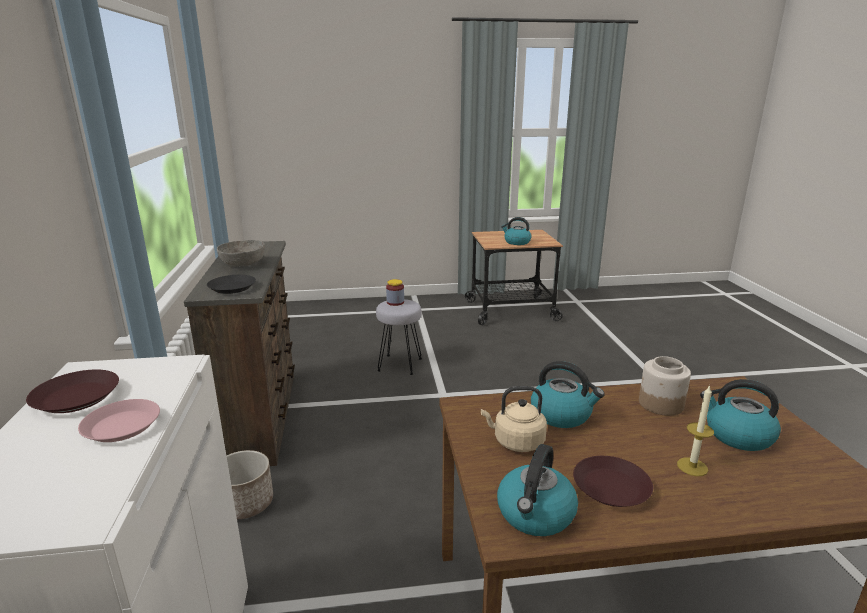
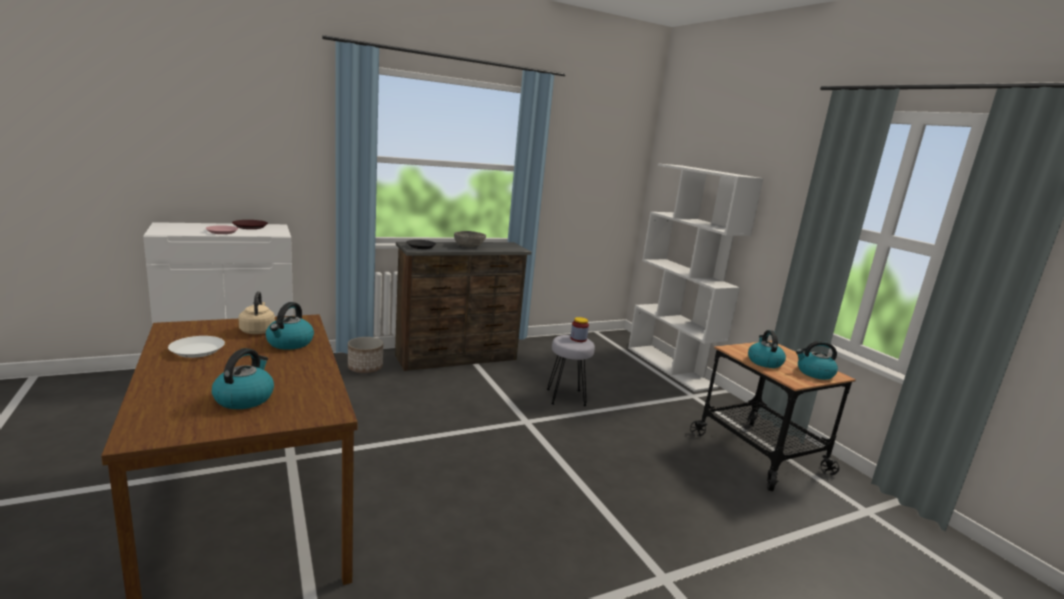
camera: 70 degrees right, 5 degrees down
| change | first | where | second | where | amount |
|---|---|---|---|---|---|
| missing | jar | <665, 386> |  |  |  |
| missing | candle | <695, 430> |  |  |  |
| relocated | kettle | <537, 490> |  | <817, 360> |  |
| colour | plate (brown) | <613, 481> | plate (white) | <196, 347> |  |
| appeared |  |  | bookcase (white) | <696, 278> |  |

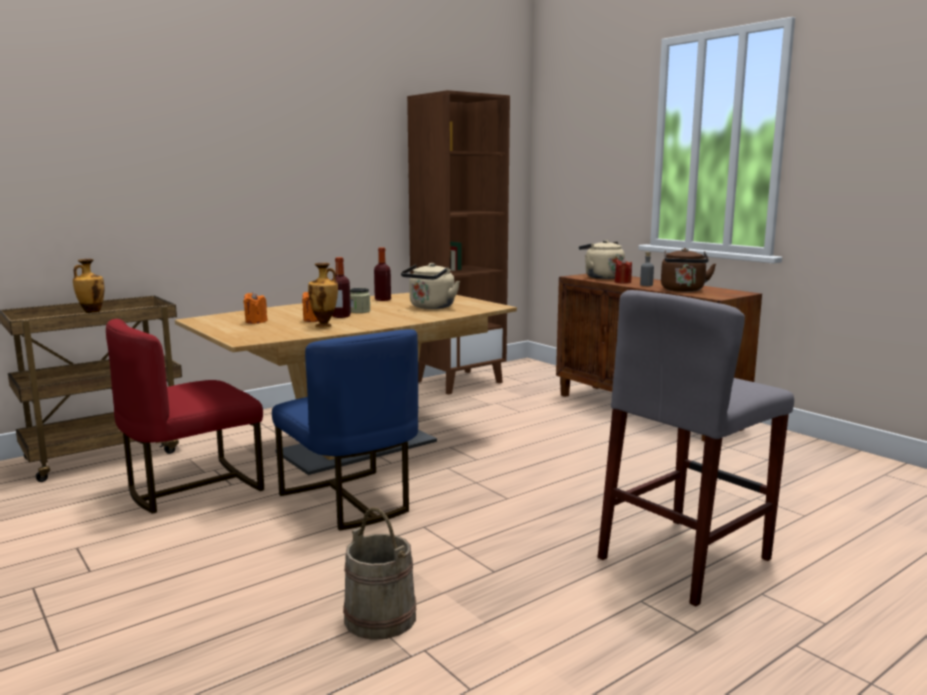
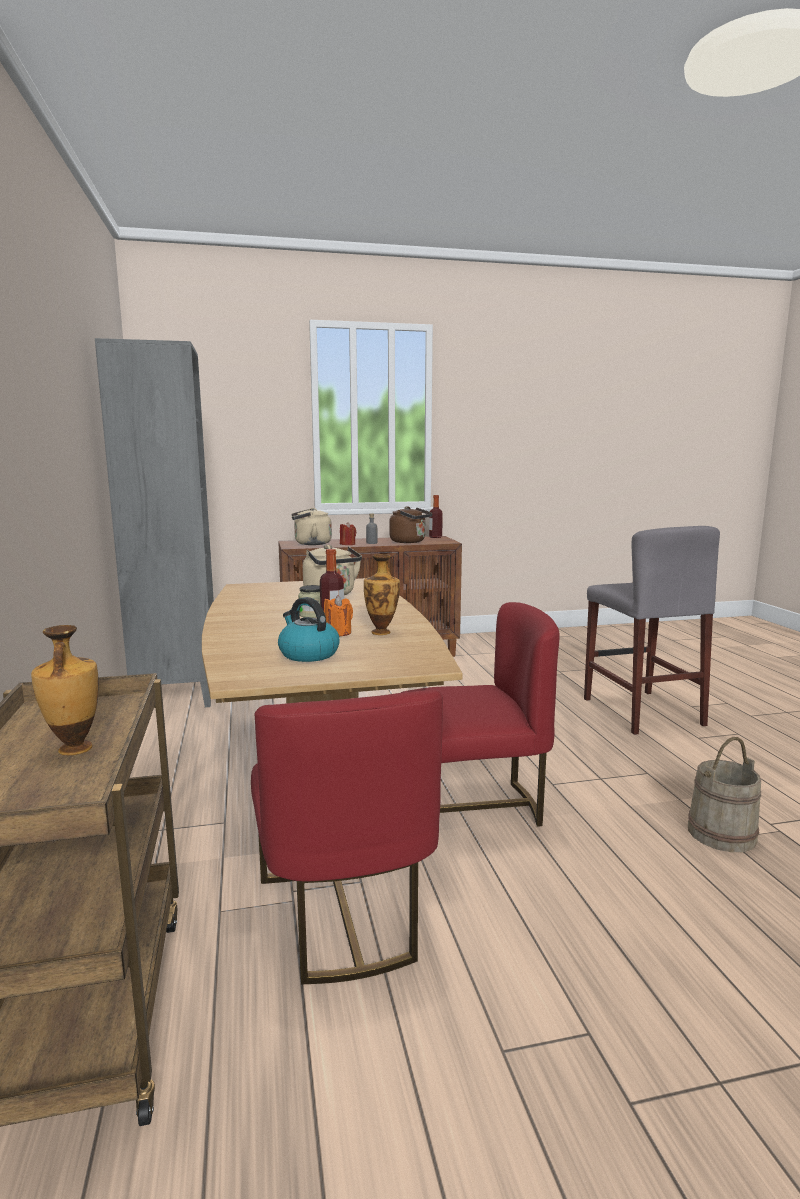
camera: 65 degrees left, 0 degrees up
| change | first | where | second | where | amount |
|---|---|---|---|---|---|
| colour | bookcase (brown) | <458, 242> | bookcase (grey) | <154, 522> |  |
| relocated | bottle | <382, 274> |  | <436, 516> |  |
| exchanged | candle (orange) | <255, 308> | kettle | <309, 629> |  |
| colour | chair (blue) | <345, 430> | chair (red) | <480, 714> |  |

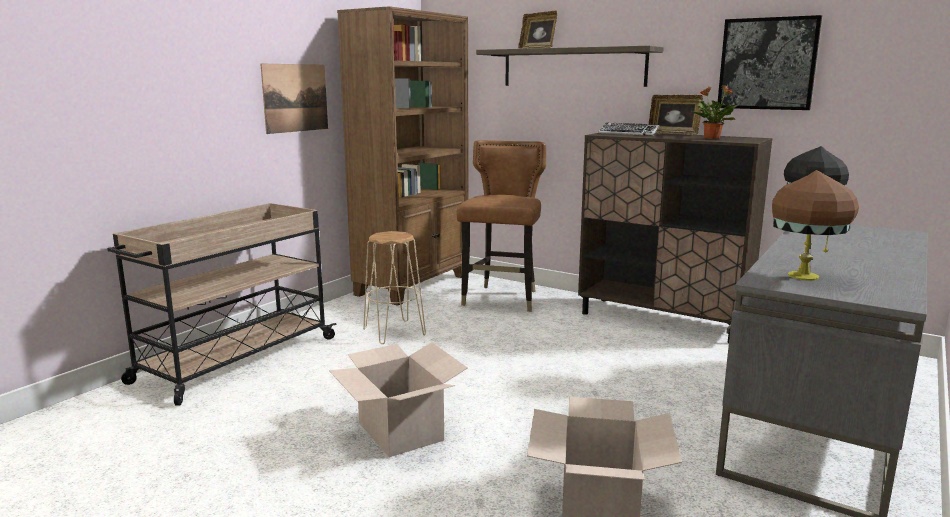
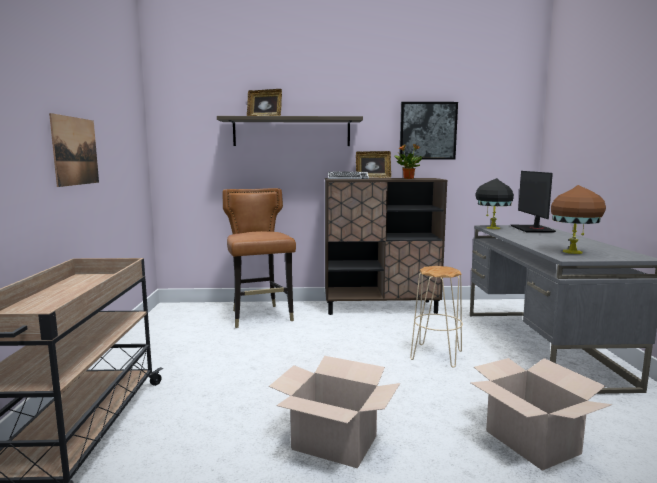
camera: 35 degrees left, 5 degrees down
| change | first | where | second | where | amount |
|---|---|---|---|---|---|
| missing | bookcase (brown) | <403, 156> |  |  |  |
| relocated | stool (beige) | <394, 287> |  | <436, 317> |  |
| appeared |  |  | monitor | <533, 202> |  |

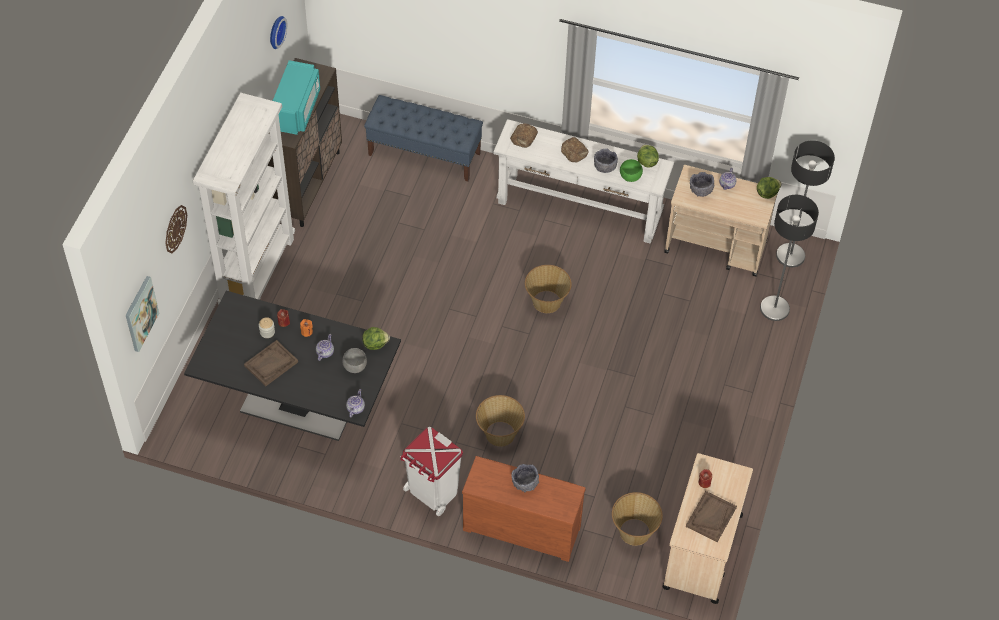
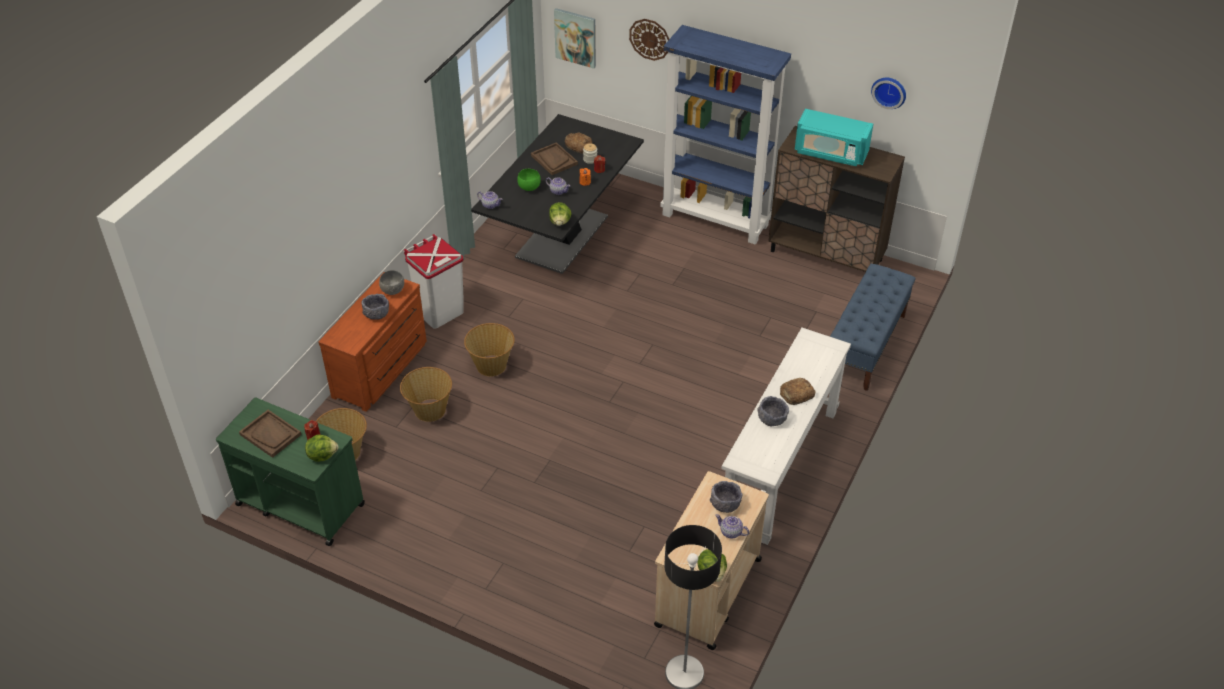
camera: 100 degrees right, 10 degrees down
| change | first | where | second | where | amount |
|---|---|---|---|---|---|
| colour | bookcase (white) | <244, 199> | bookcase (blue) | <725, 135> |  |
| relocated | bread | <524, 135> |  | <578, 143> |  |
| relocated | lettuce | <648, 156> |  | <322, 448> |  |
| relocated | bowl (green) | <631, 170> |  | <529, 180> |  |
| missing | floor lamp | <789, 258> |  |  |  |
| relocated | basket | <548, 289> |  | <426, 394> |  |
| relocated | bowl (grey) | <354, 360> |  | <391, 282> |  |
| colour | cart (beige) | <707, 528> | cart (green) | <290, 471> |  |

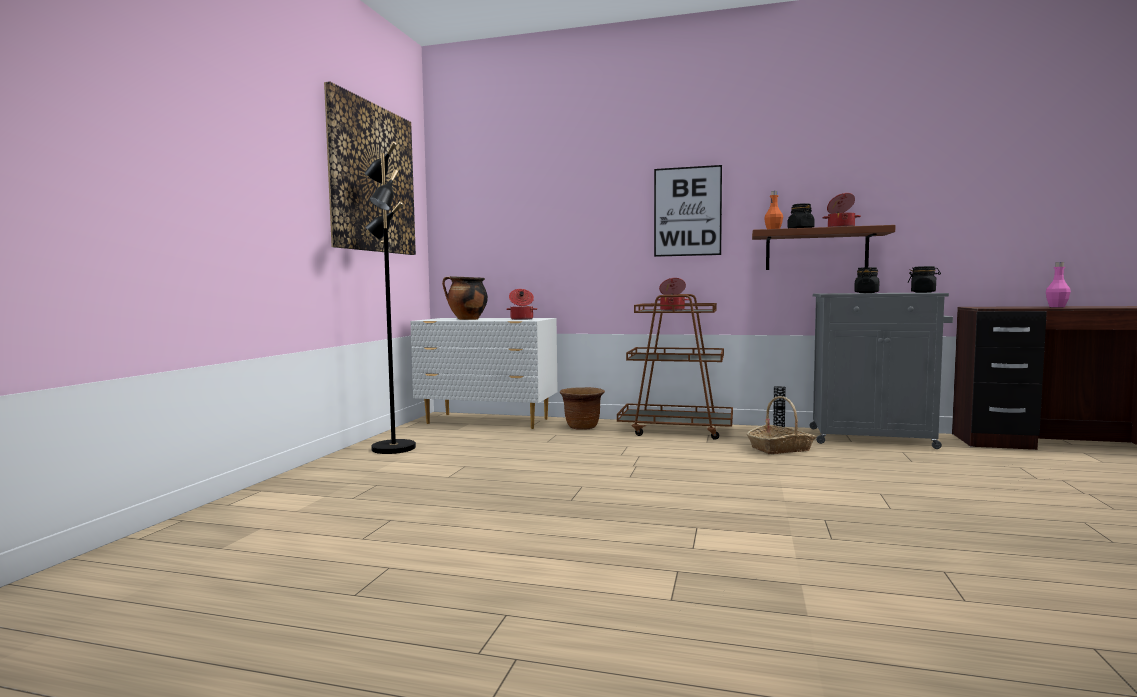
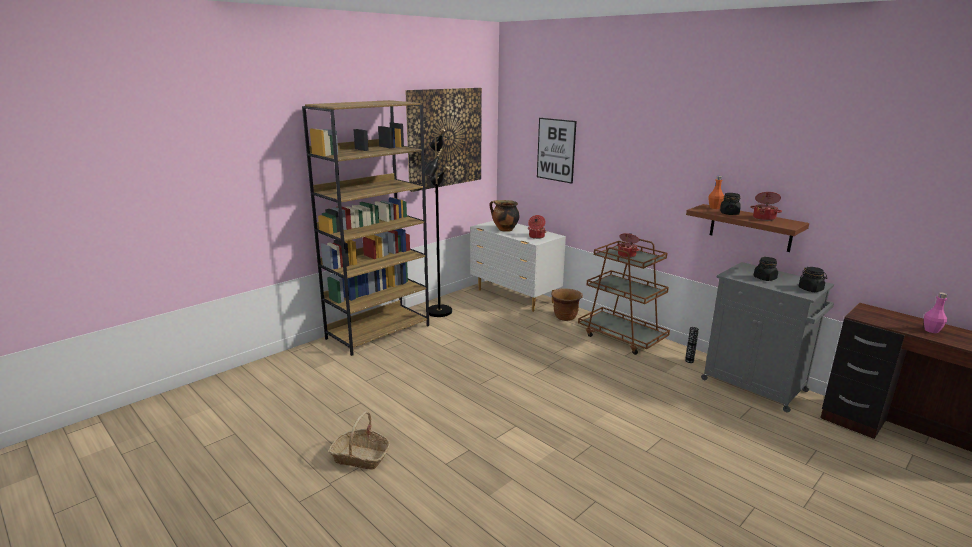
camera: 30 degrees right, 15 degrees up
| change | first | where | second | where | amount |
|---|---|---|---|---|---|
| relocated | picture | <688, 211> |  | <556, 151> |  |
| relocated | basket | <781, 425> |  | <359, 440> |  |
| appeared |  |  | bookcase (brown) | <365, 228> |  |

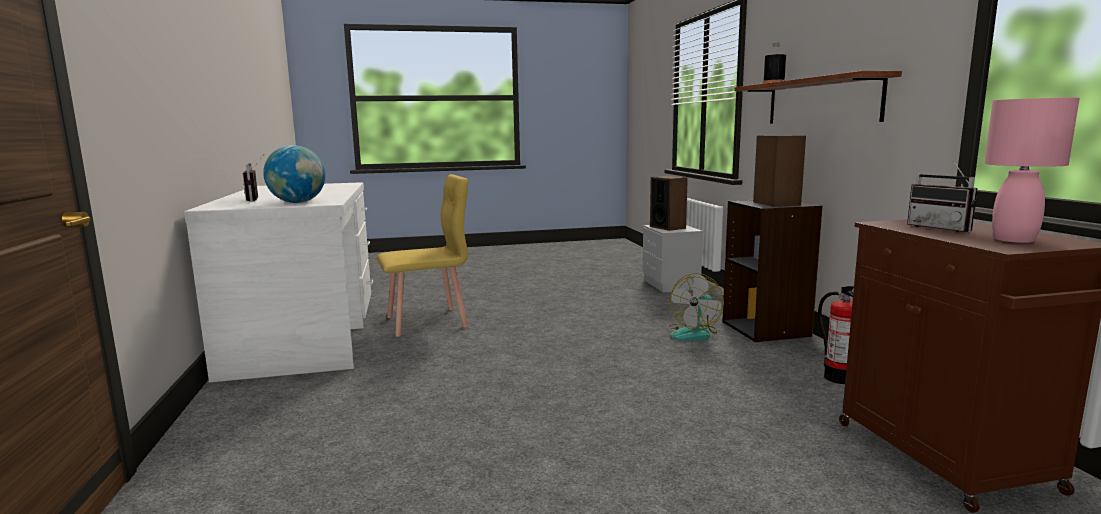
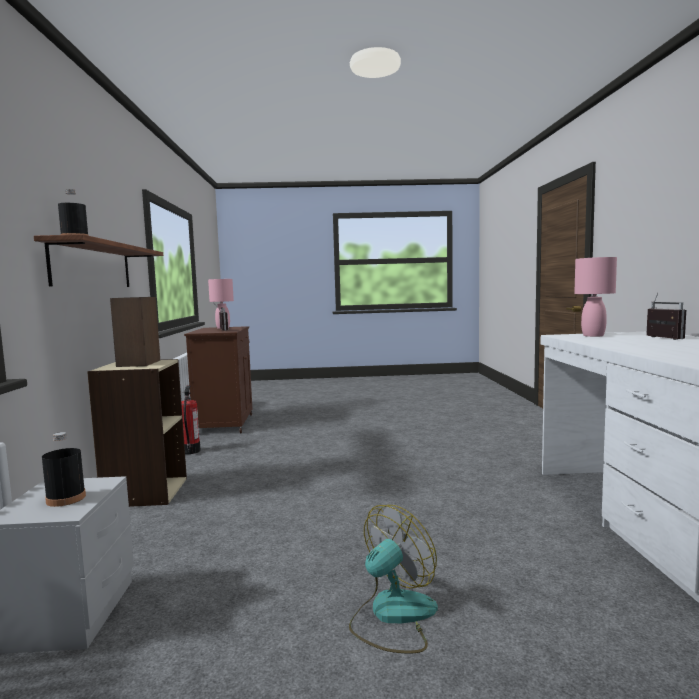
camera: 170 degrees left, 5 degrees down
| change | first | where | second | where | amount |
|---|---|---|---|---|---|
| exchanged | globe | <294, 174> | table lamp (pink) | <595, 297> |  |
| missing | chair (yellow) | <422, 255> |  |  |  |
| exchanged | speaker | <669, 203> | bottle (black) | <64, 469> |  |
| colour | bookcase (black) | <772, 271> | bookcase (beige) | <137, 433> |  |
| relocated | fan | <696, 307> |  | <393, 579> |  |

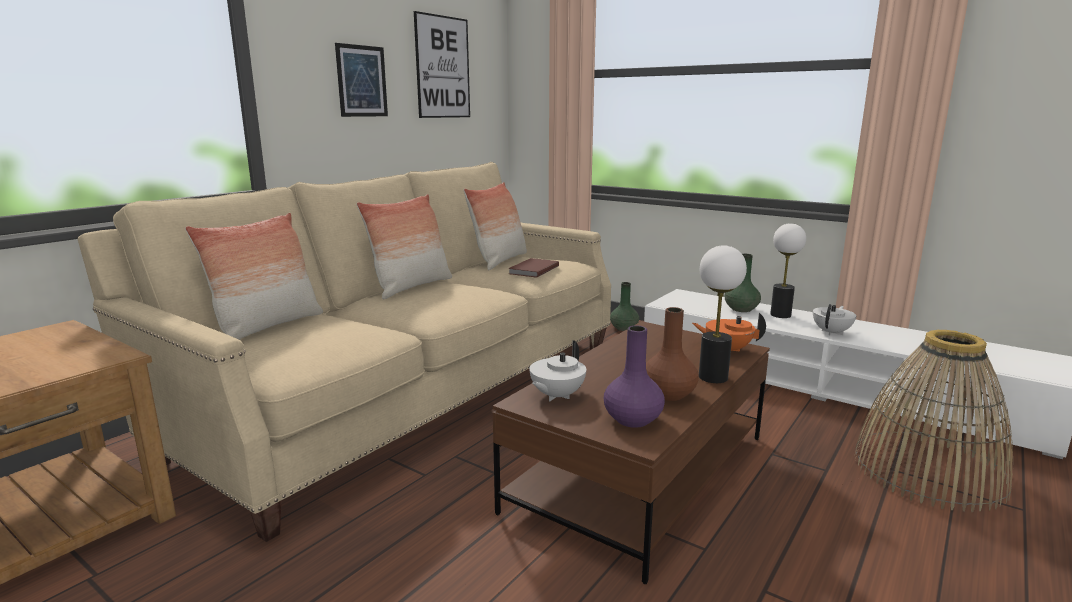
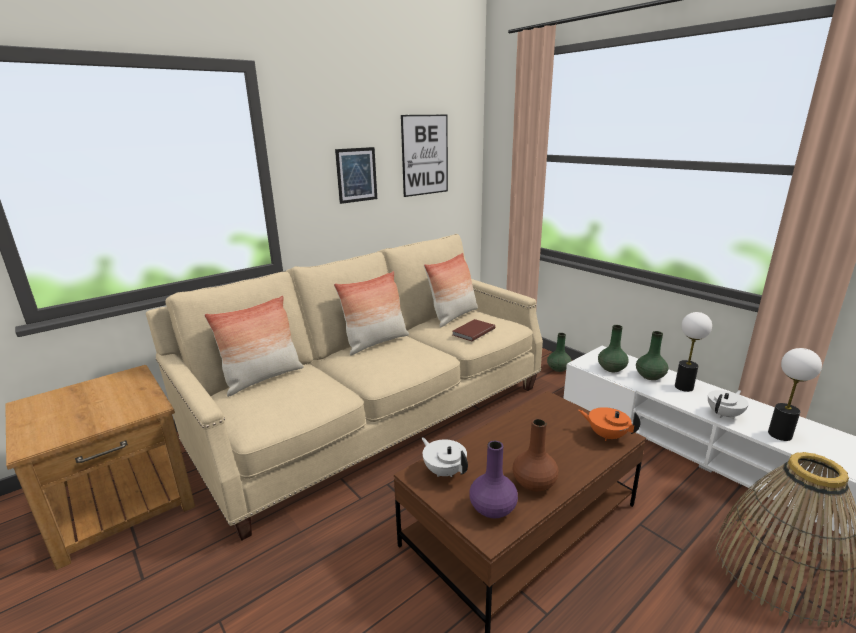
camera: 15 degrees right, 5 degrees up
| change | first | where | second | where | amount |
|---|---|---|---|---|---|
| relocated | table lamp | <723, 314> |  | <795, 394> |  |
| spun | teapot (white) | <557, 370> |  | <445, 457> | 90 degrees clockwise |
| appeared |  |  | vase (green) | <613, 348> |  |

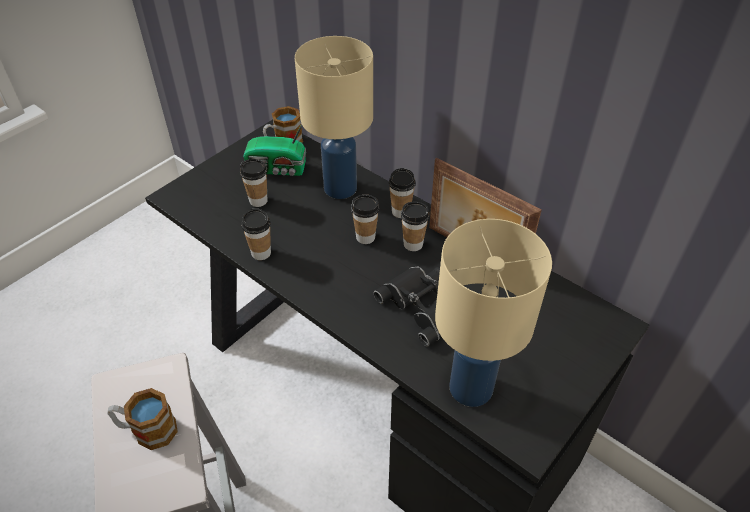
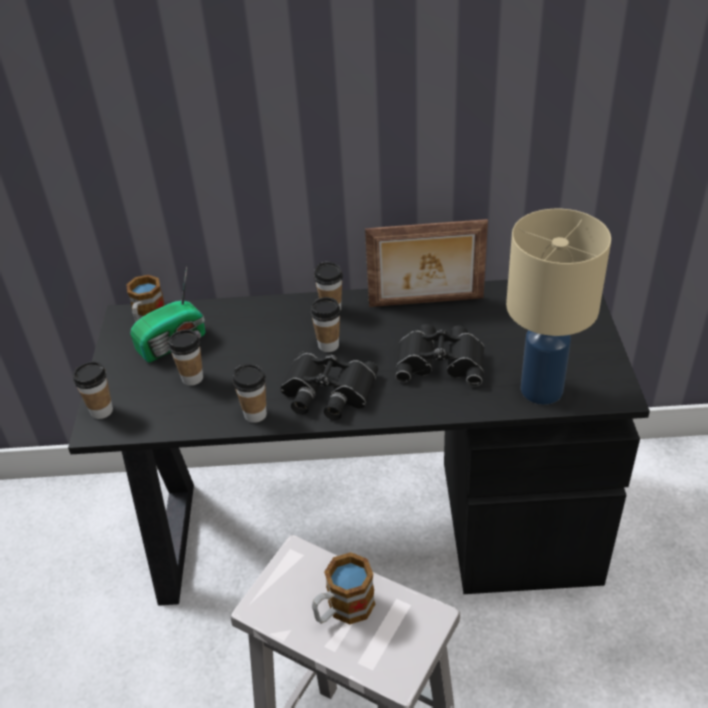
camera: 40 degrees left, 5 degrees down
| change | first | where | second | where | amount |
|---|---|---|---|---|---|
| missing | table lamp (beige) | <334, 117> |  |  |  |
| relocated | cup | <415, 226> |  | <93, 390> |  |
| appeared |  |  | binoculars (black) | <329, 386> |  |

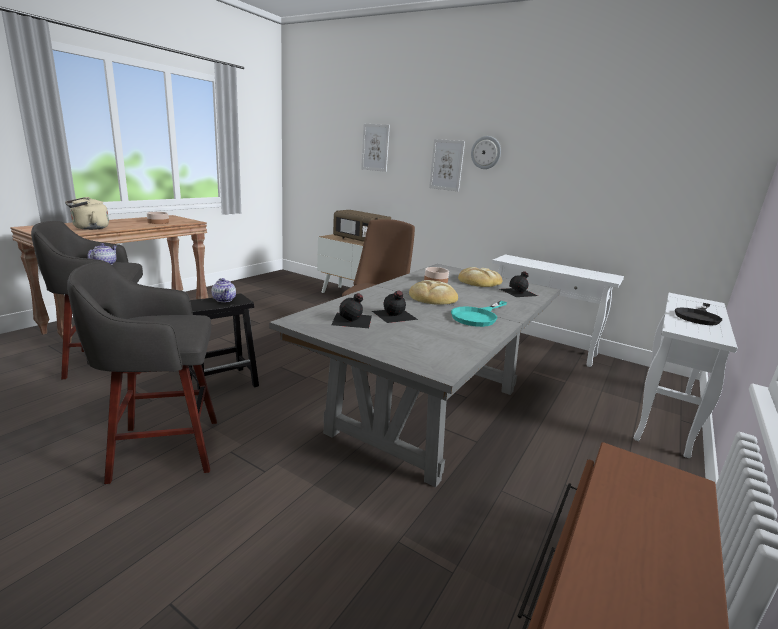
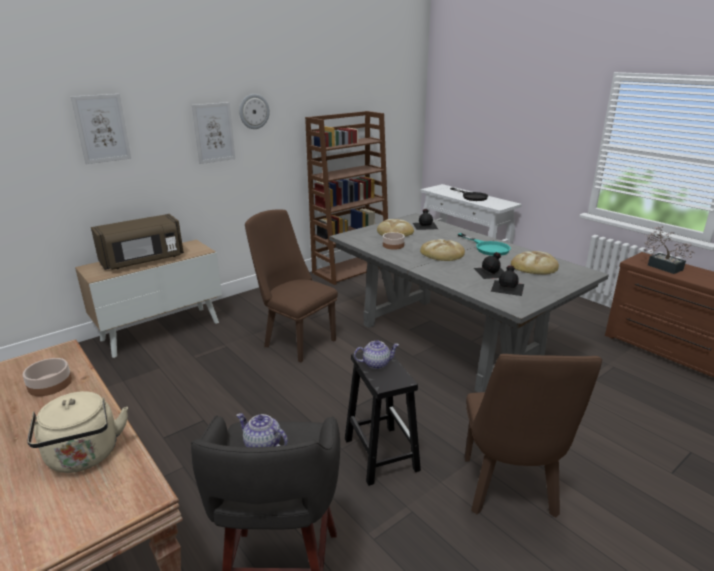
camera: 70 degrees left, 5 degrees up
| change | first | where | second | where | amount |
|---|---|---|---|---|---|
| exchanged | console table (white) | <558, 310> | bookcase (brown) | <346, 198> |  |
| exchanged | stool (grey) | <142, 372> | chair (brown) | <533, 435> |  |
| appeared |  |  | potted plant | <669, 250> |  |
| appeared |  |  | bread | <535, 263> |  |

